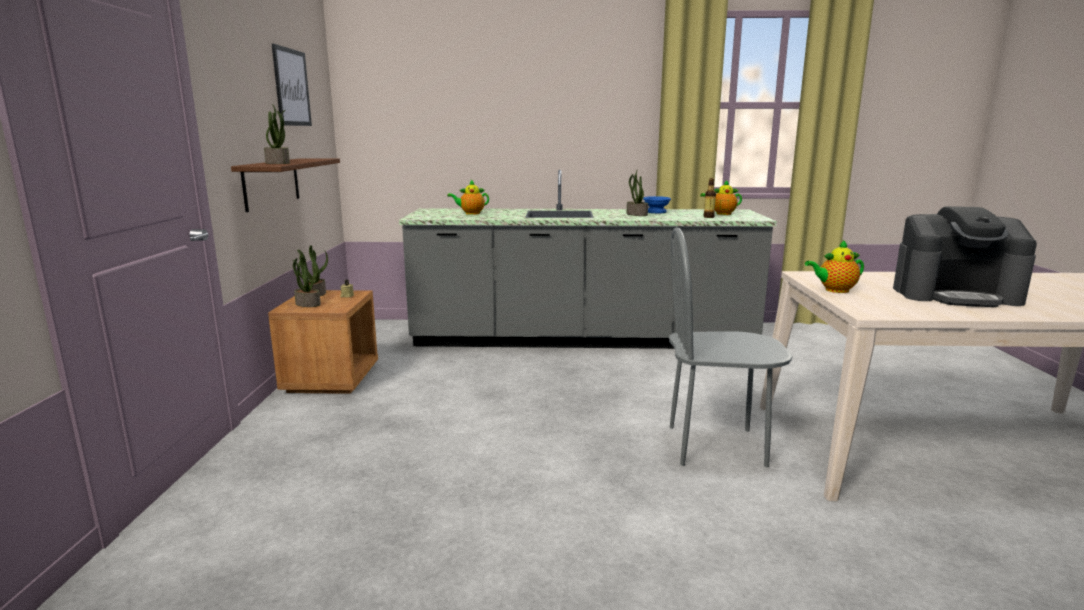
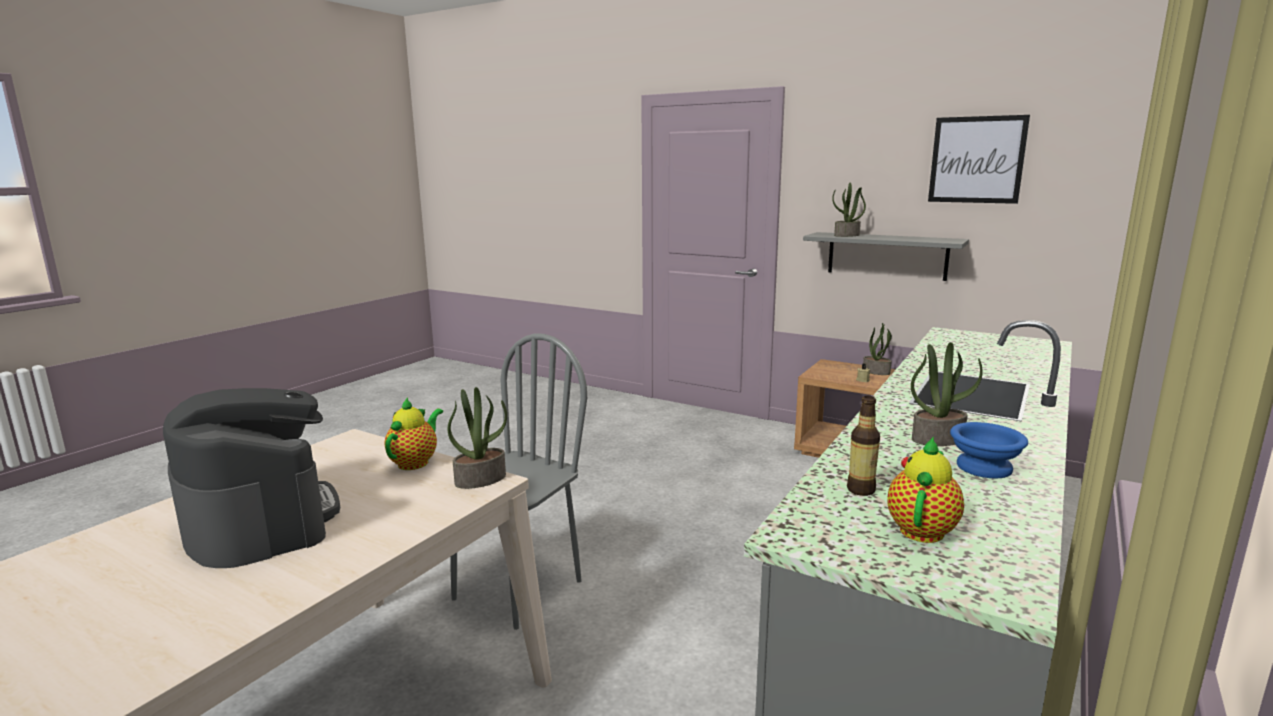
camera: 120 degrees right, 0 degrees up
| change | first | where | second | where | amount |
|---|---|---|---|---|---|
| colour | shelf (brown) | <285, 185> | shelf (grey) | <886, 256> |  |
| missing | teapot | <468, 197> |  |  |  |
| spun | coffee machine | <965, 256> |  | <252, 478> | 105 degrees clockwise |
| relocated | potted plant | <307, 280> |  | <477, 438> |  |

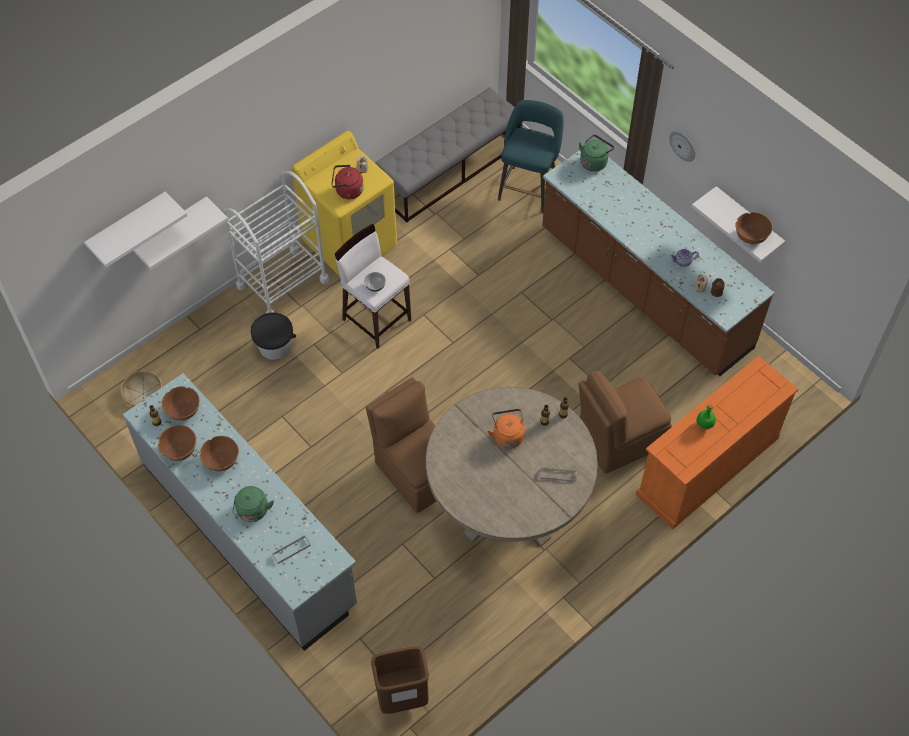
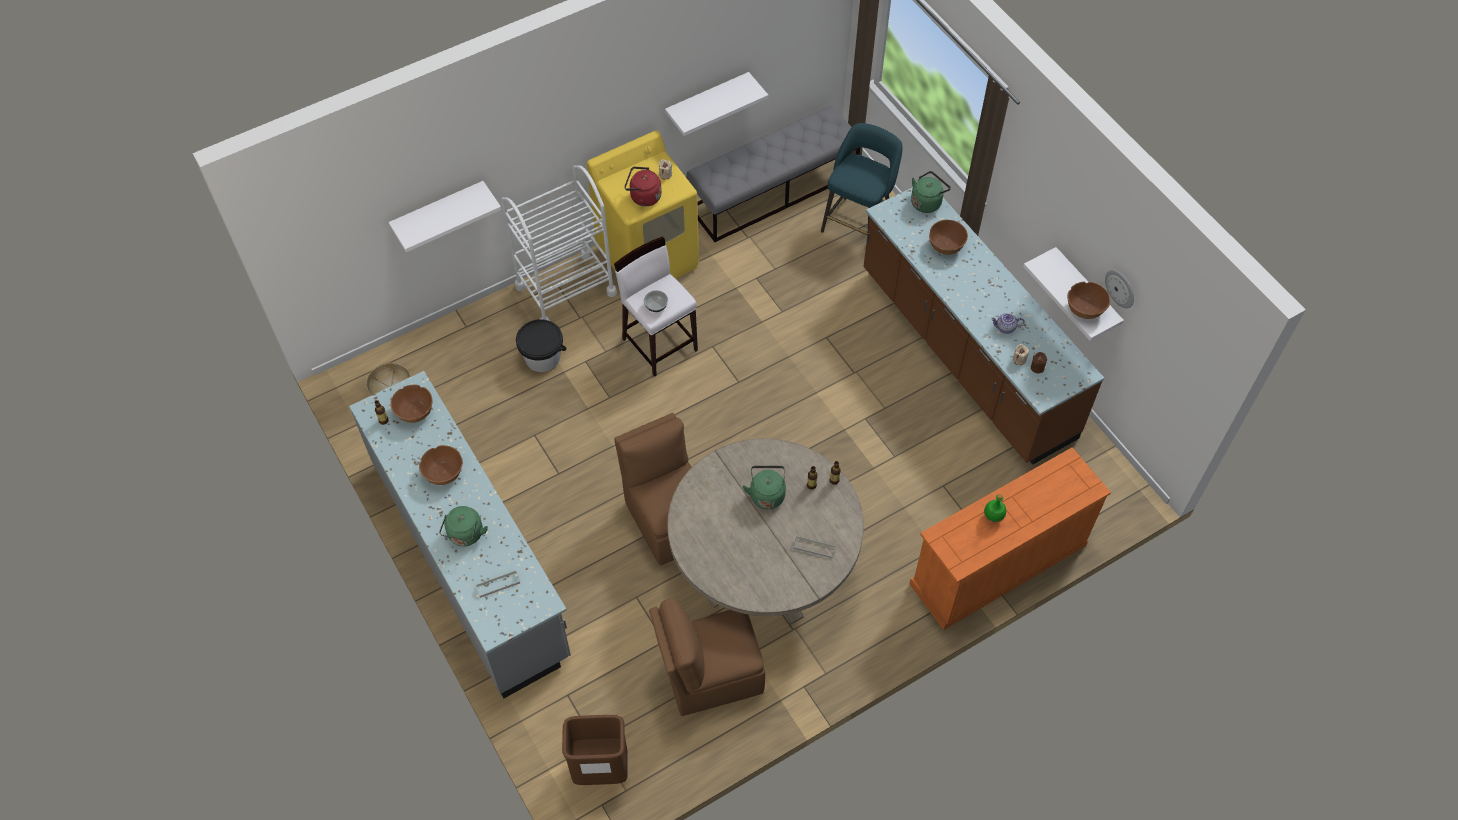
camera: 10 degrees right, 0 degrees up
| change | first | where | second | where | amount |
|---|---|---|---|---|---|
| relocated | wall clock | <682, 146> |  | <1119, 289> |  |
| relocated | shelf (white) | <135, 229> |  | <716, 104> |  |
| relocated | chair (brown) | <625, 422> |  | <707, 657> |  |
| colour | kettle (orange) | <506, 429> | kettle (green) | <764, 487> |  |
| relocated | bowl (brown) | <177, 443> |  | <948, 237> |  |

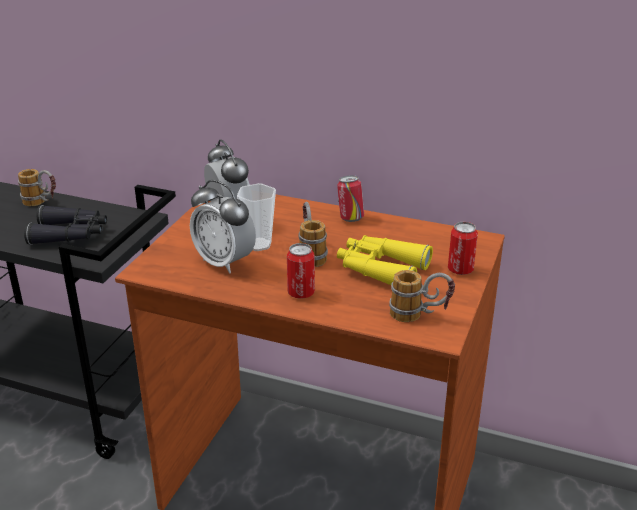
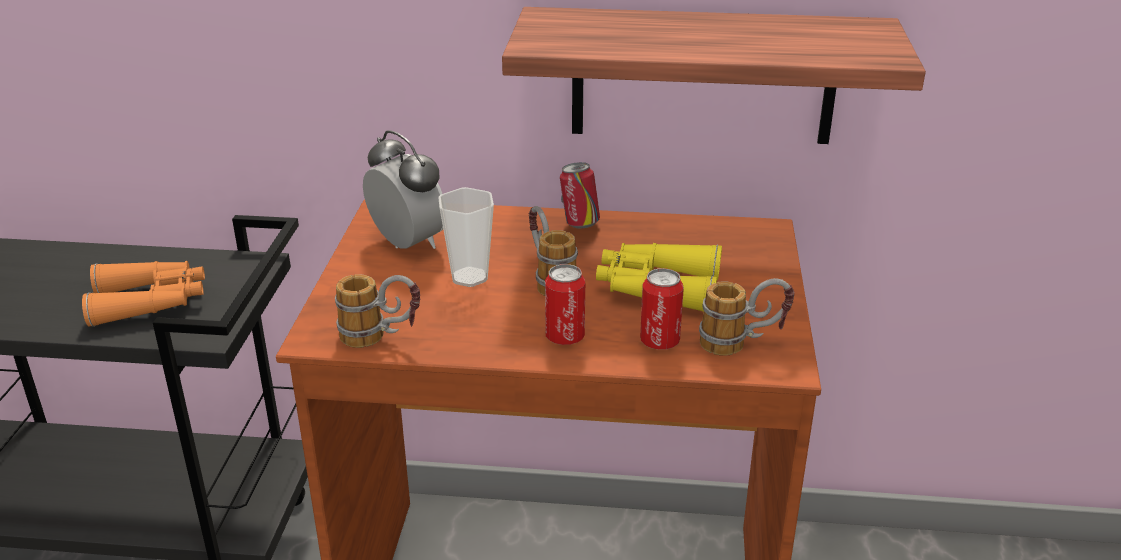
camera: 15 degrees left, 0 degrees up
| change | first | where | second | where | amount |
|---|---|---|---|---|---|
| relocated | mug | <37, 187> |  | <377, 311> |  |
| missing | alarm clock | <223, 227> |  |  |  |
| colour | binoculars (black) | <65, 225> | binoculars (orange) | <143, 294> |  |
| relocated | can | <463, 248> |  | <662, 309> |  |
| appeared |  |  | shelf | <714, 75> |  |

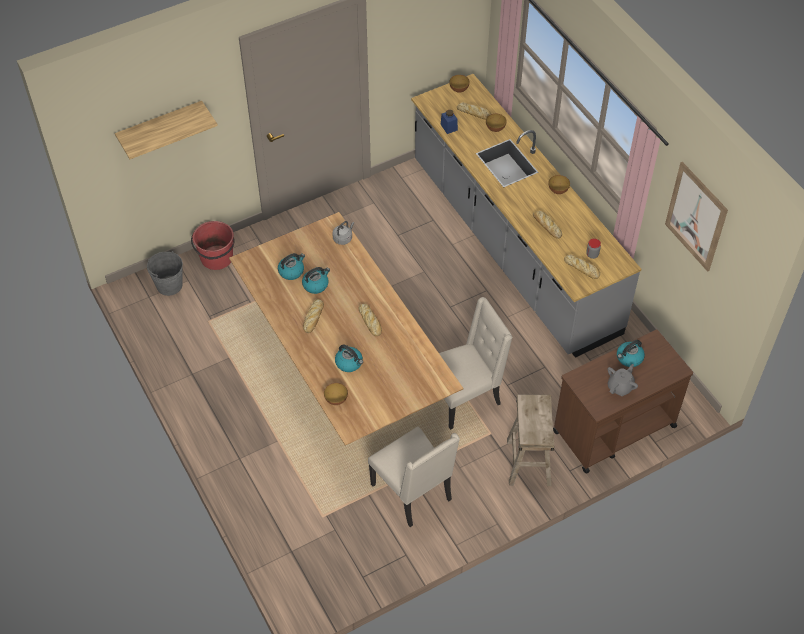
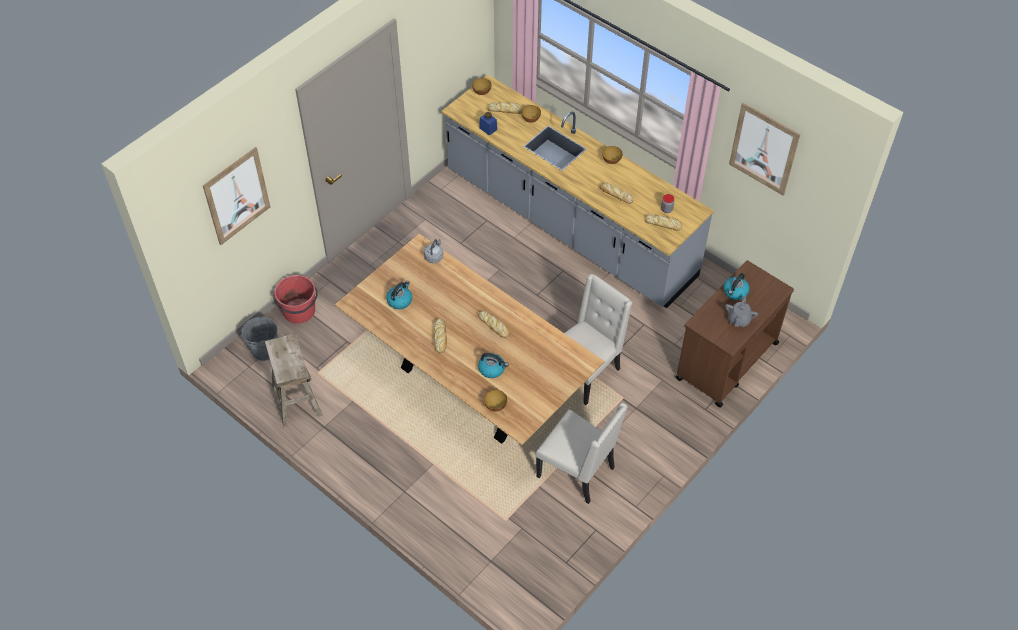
camera: 20 degrees left, 0 degrees up
| change | first | where | second | where | amount |
|---|---|---|---|---|---|
| exchanged | shelf | <166, 130> | picture | <236, 196> |  |
| missing | kettle | <316, 280> |  |  |  |
| relocated | stool (beige) | <530, 440> |  | <293, 380> |  |

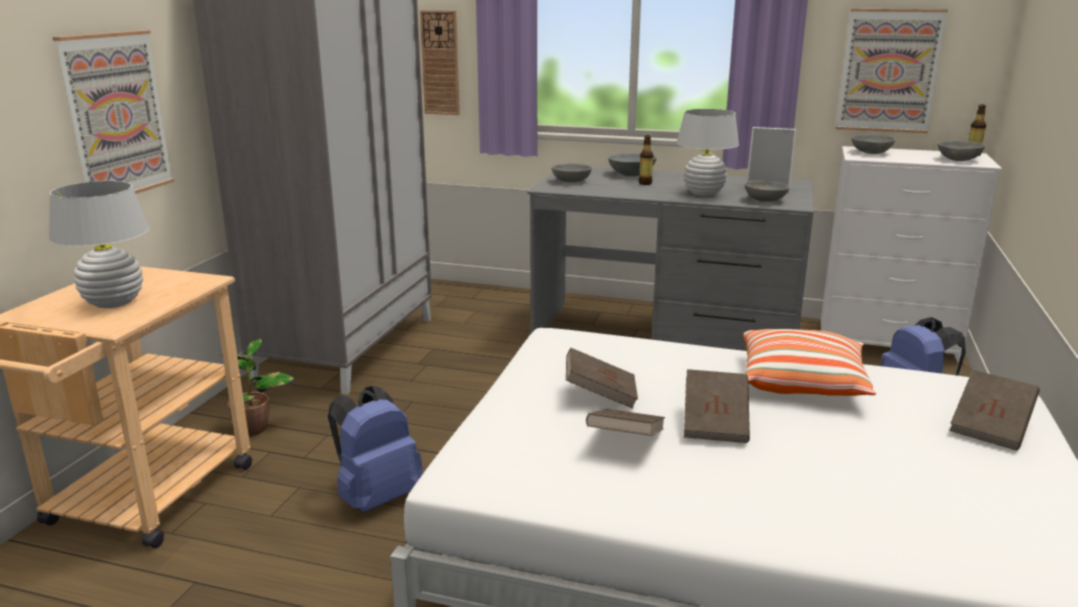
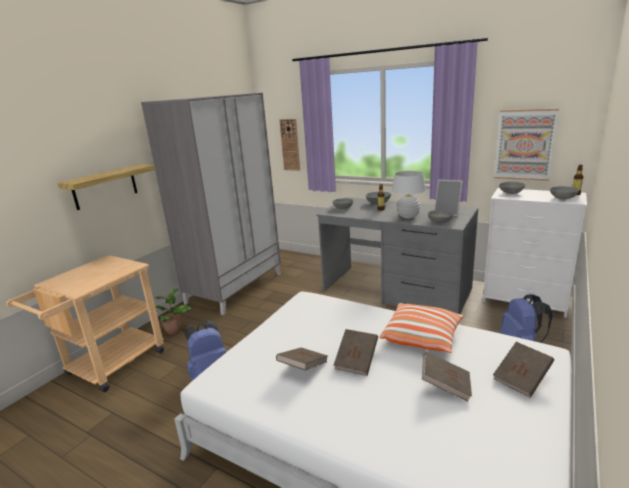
camera: 15 degrees right, 0 degrees up
| change | first | where | second | where | amount |
|---|---|---|---|---|---|
| exchanged | picture | <113, 112> | shelf | <106, 187> |  |
| missing | table lamp (white) | <99, 244> |  |  |  |
| relocated | book (brown) | <602, 378> |  | <447, 376> |  |

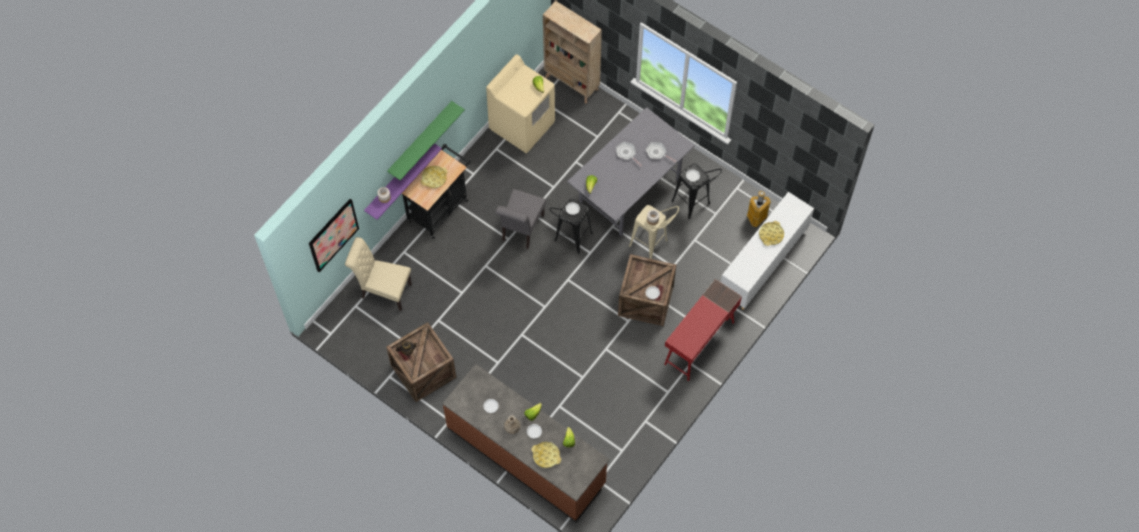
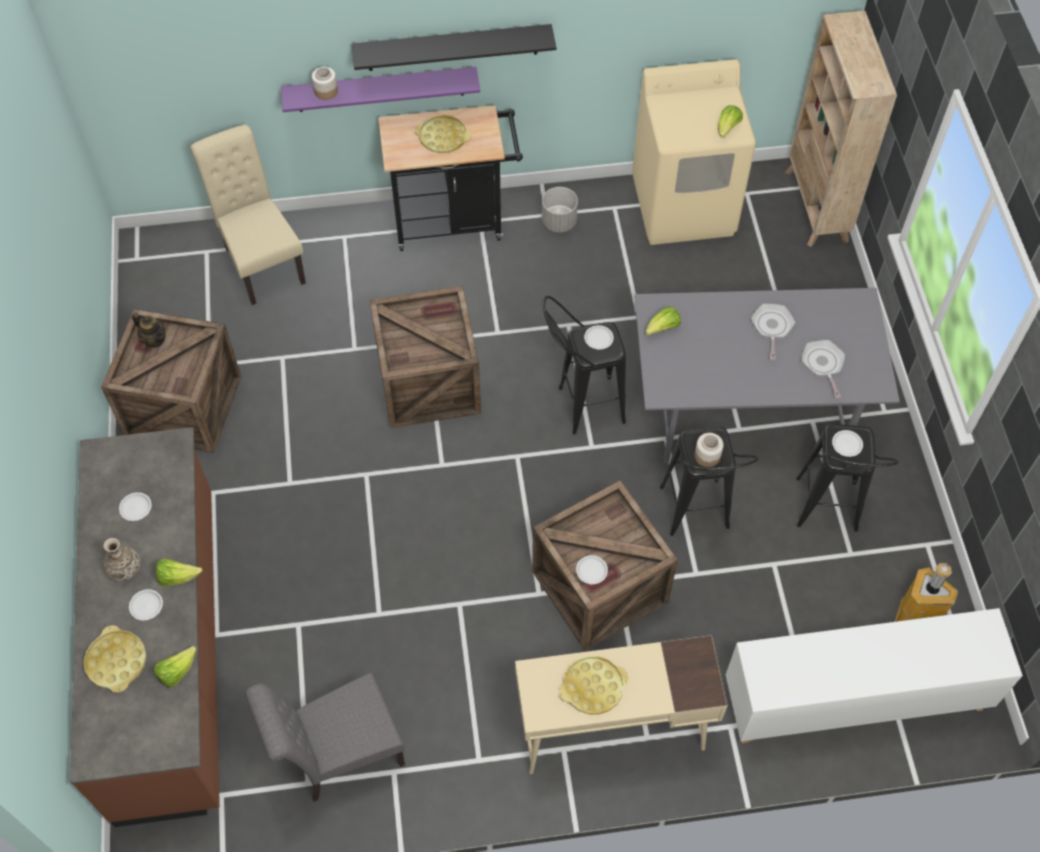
camera: 45 degrees right, 5 degrees down
| change | first | where | second | where | amount |
|---|---|---|---|---|---|
| colour | shelf (green) | <426, 141> | shelf (black) | <454, 47> |  |
| relocated | chair (grey) | <520, 219> |  | <325, 737> |  |
| missing | picture | <334, 235> |  |  |  |
| colour | stool (beige) | <654, 232> | stool (black) | <709, 481> |  |
| relocated | tray (yellow) | <771, 233> |  | <593, 685> |  |
| colour | desk (red) | <703, 330> | desk (beige) | <621, 704> |  |
| appeared |  |  | planter (grey) | <560, 209> |  |
| appeared |  |  | crate | <425, 357> |  |

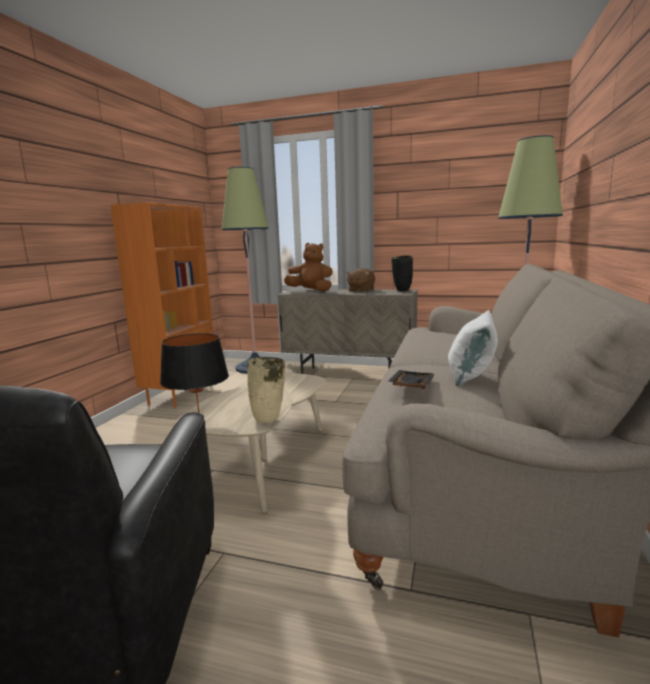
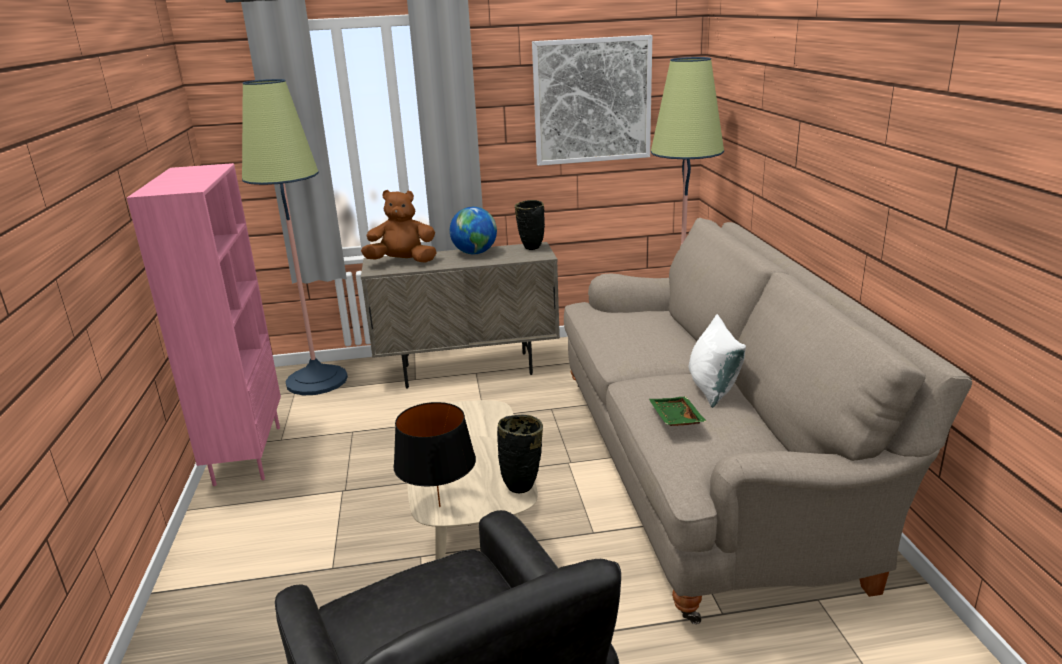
camera: 25 degrees left, 10 degrees up
| change | first | where | second | where | amount |
|---|---|---|---|---|---|
| colour | bookcase (orange) | <161, 305> | bookcase (pink) | <204, 324> |  |
| exchanged | plush toy (brown) | <360, 280> | globe | <473, 230> |  |
| colour | vase (beige) | <266, 390> | vase (black) | <520, 453> |  |
| colour | tray (black) | <411, 379> | tray (green) | <678, 411> |  |
| appeared |  |  | picture | <592, 100> |  |

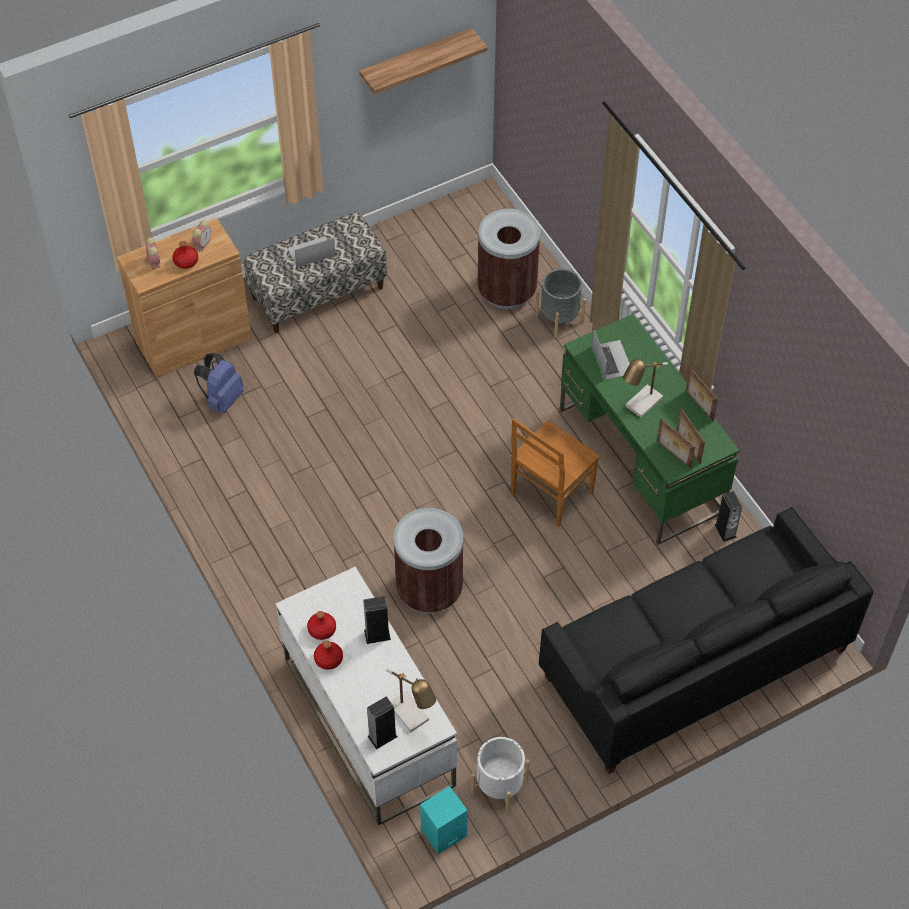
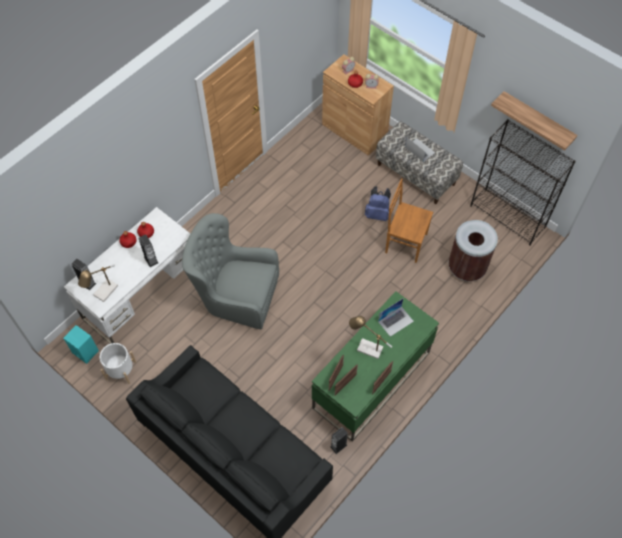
camera: 70 degrees right, 5 degrees up
| change | first | where | second | where | amount |
|---|---|---|---|---|---|
| missing | planter (grey) | <560, 303> |  |  |  |
| relocated | backpack (blue) | <219, 383> |  | <378, 203> |  |
| relocated | chair (brown) | <555, 472> |  | <409, 220> |  |
| exchanged | trash can (brown) | <428, 560> | armchair (grey) | <230, 271> |  |
| appeared |  |  | bookcase (black) | <523, 182> |  |

